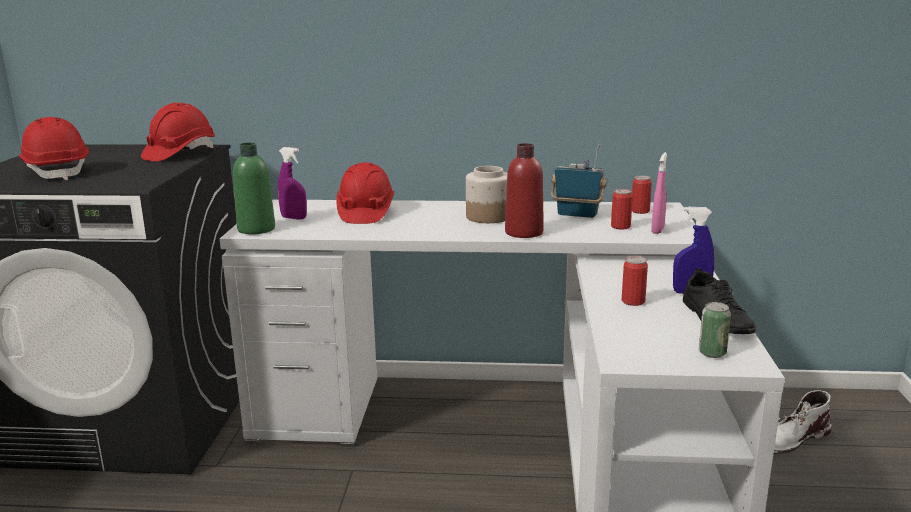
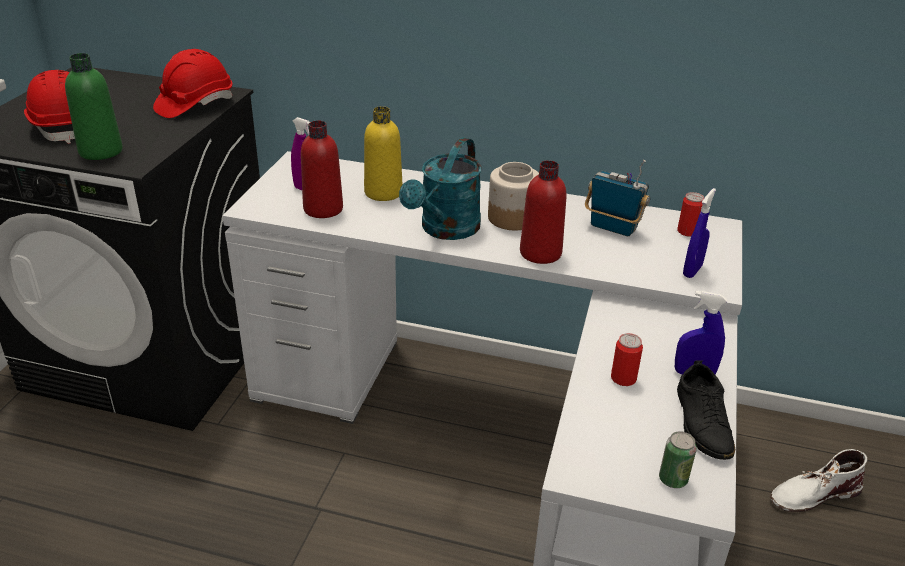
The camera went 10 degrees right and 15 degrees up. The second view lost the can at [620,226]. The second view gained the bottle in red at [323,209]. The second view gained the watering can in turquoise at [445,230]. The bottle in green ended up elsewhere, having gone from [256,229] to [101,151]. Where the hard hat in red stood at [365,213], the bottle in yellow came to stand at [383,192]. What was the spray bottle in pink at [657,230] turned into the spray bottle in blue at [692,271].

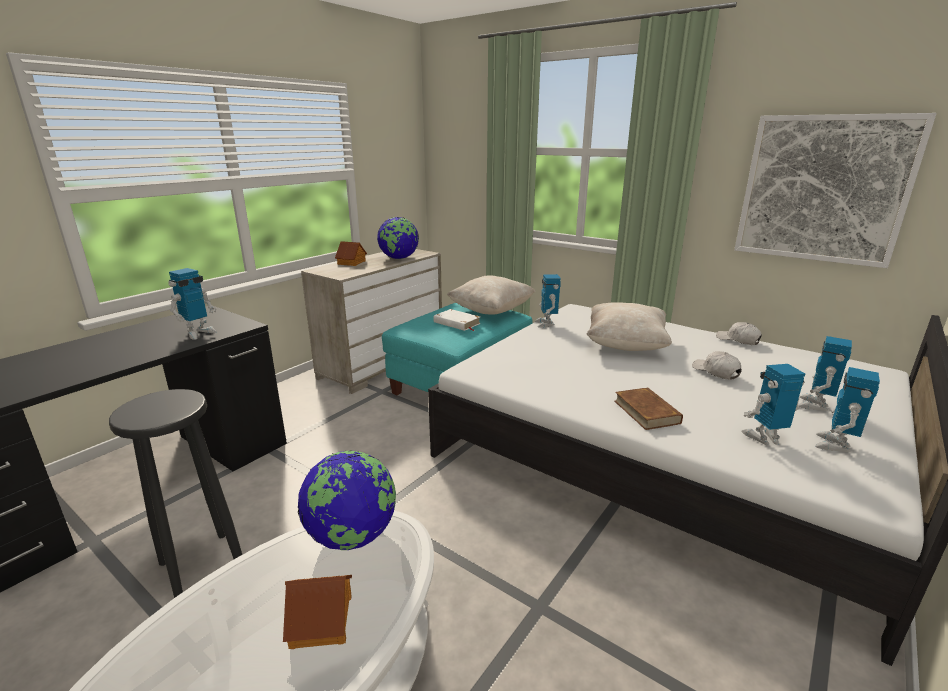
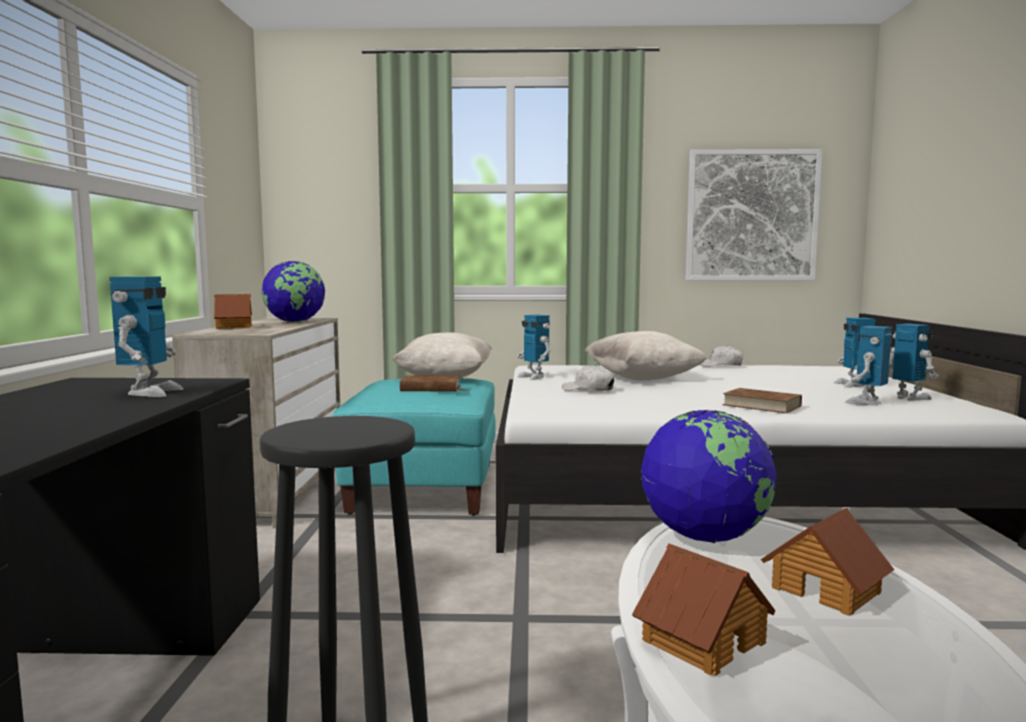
The camera went 35 degrees left and 15 degrees down. The second view gained the toy house at [702,640]. The cap in white ended up elsewhere, having gone from [715,372] to [588,390]. What was the book in white at [457,323] turned into the book in brown at [431,388]. The toy robot at [835,445] ended up facing another way, 150 degrees clockwise from before.

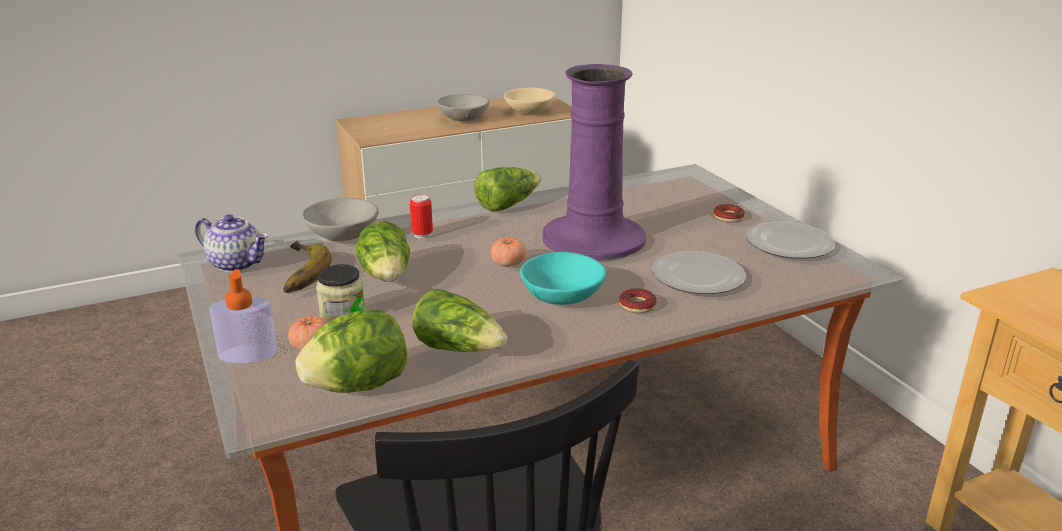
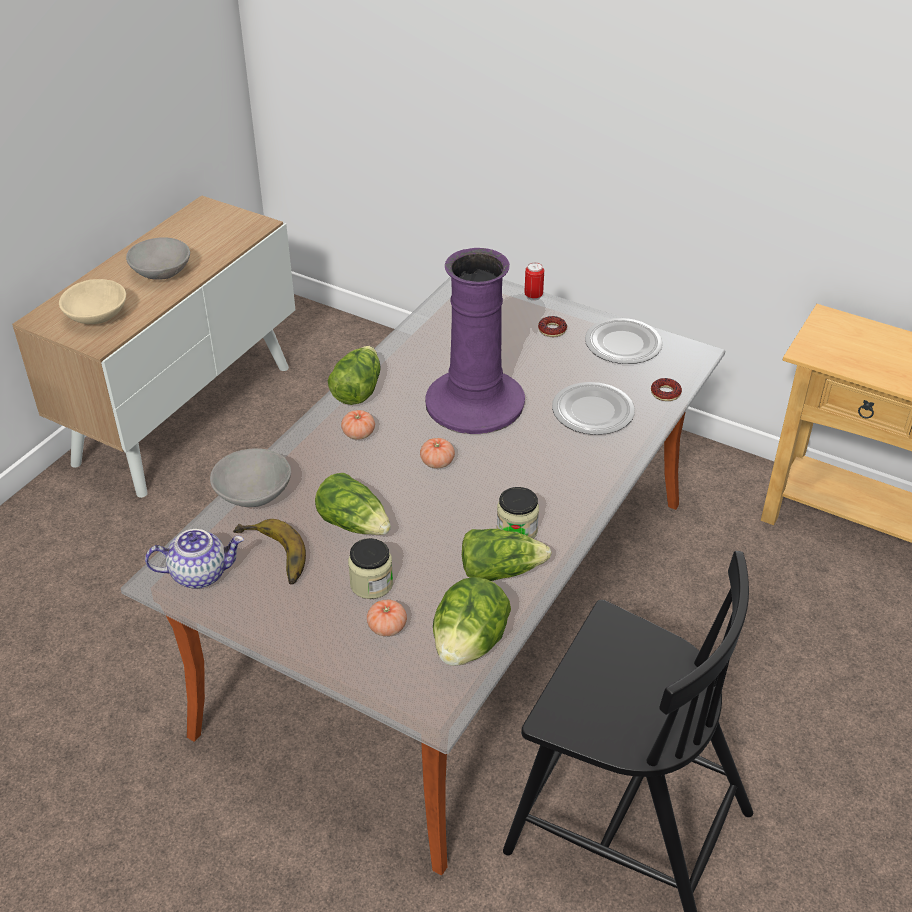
The camera went 35 degrees left and 15 degrees up. The second view lost the soap dispenser at [248,354]. The second view lost the bowl in turquoise at [561,297]. The second view gained the tomato at [358,434]. The second view gained the jar at [517,530]. The can ended up elsewhere, having gone from [422,234] to [533,296]. The bowl in beige ended up elsewhere, having gone from [530,112] to [97,316]. The donut ended up elsewhere, having gone from [637,305] to [665,393].

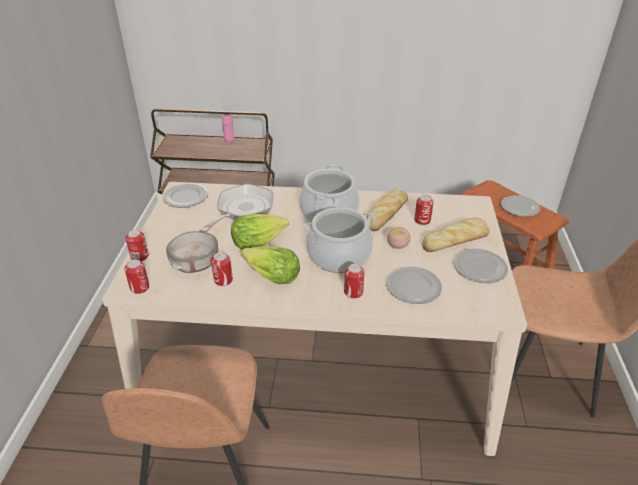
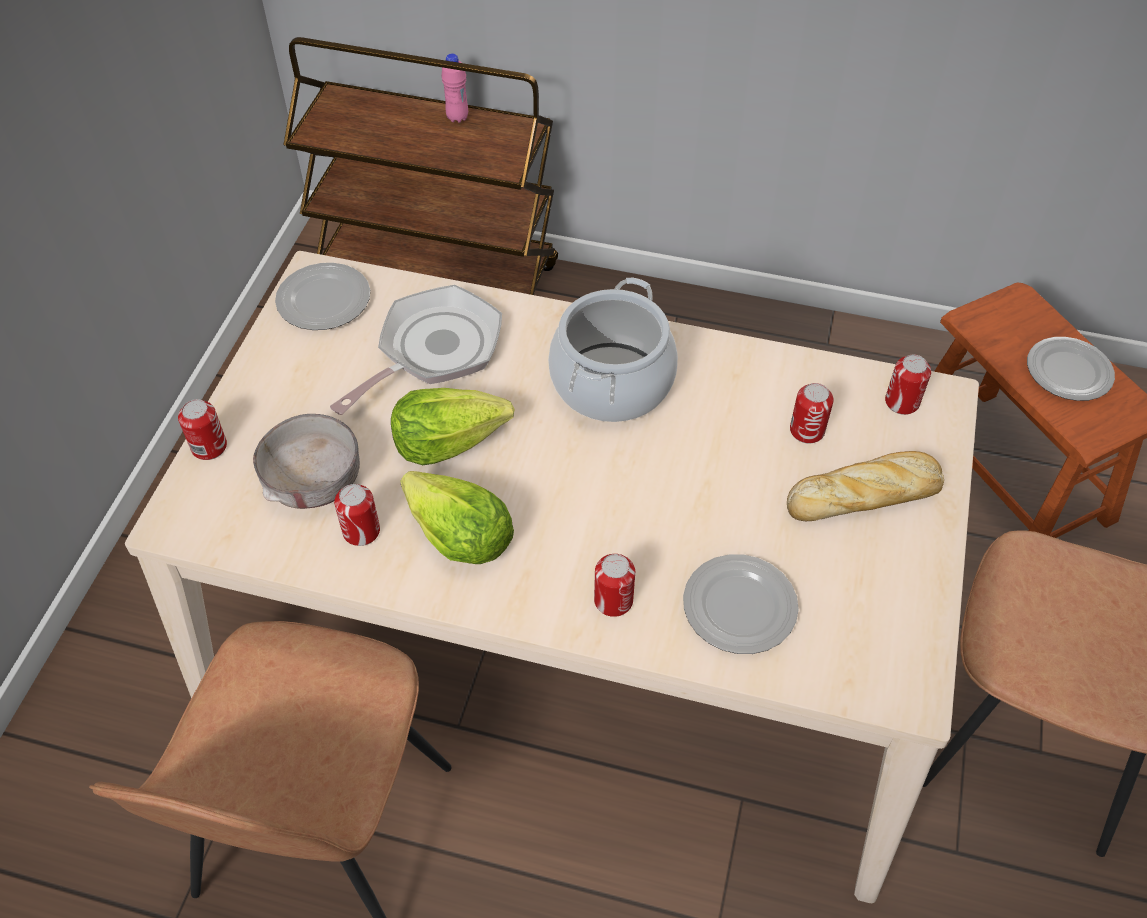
The camera went 10 degrees right and 15 degrees up. The second view lost the cooking pot at [338,256]. The second view lost the bread at [386,214]. The second view lost the tomato at [398,246]. The second view lost the plate at [479,268]. The can ended up elsewhere, having gone from [139,287] to [902,402].

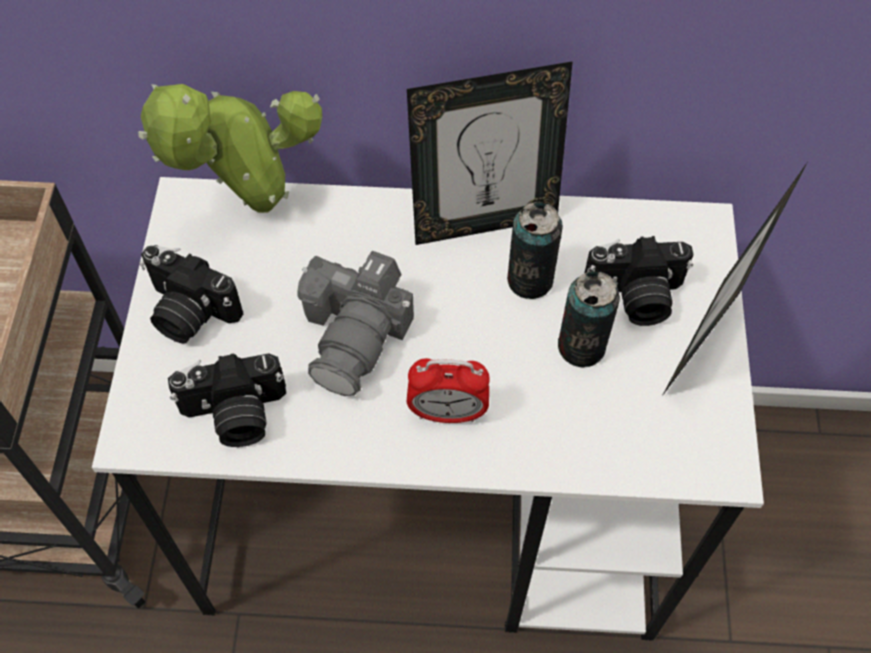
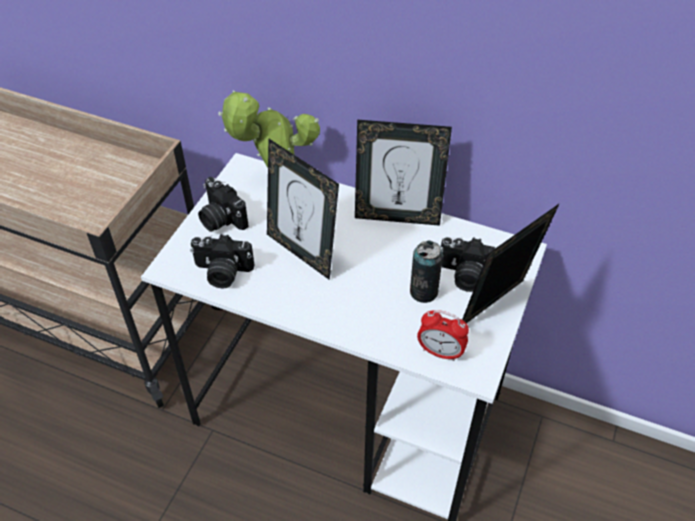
The camera went 20 degrees right and 10 degrees down. The second view lost the can at [530,280]. The alarm clock ended up elsewhere, having gone from [447,413] to [440,352]. Where the photo camera stood at [356,334], the picture frame came to stand at [302,252].

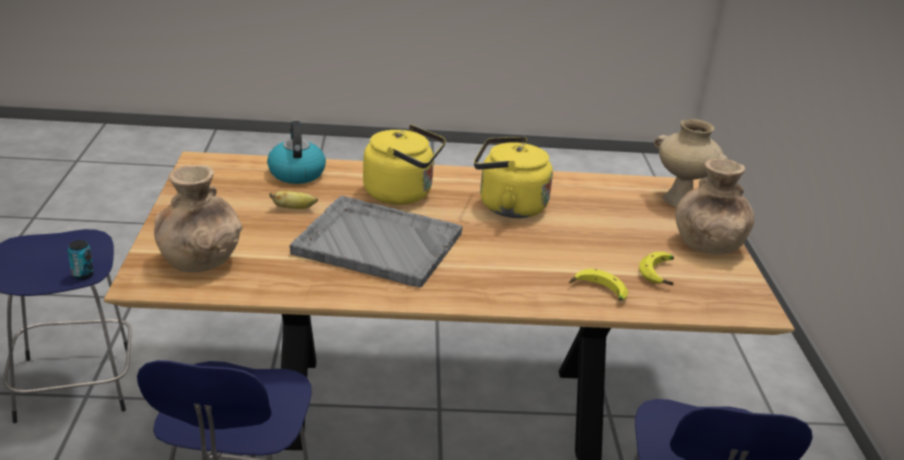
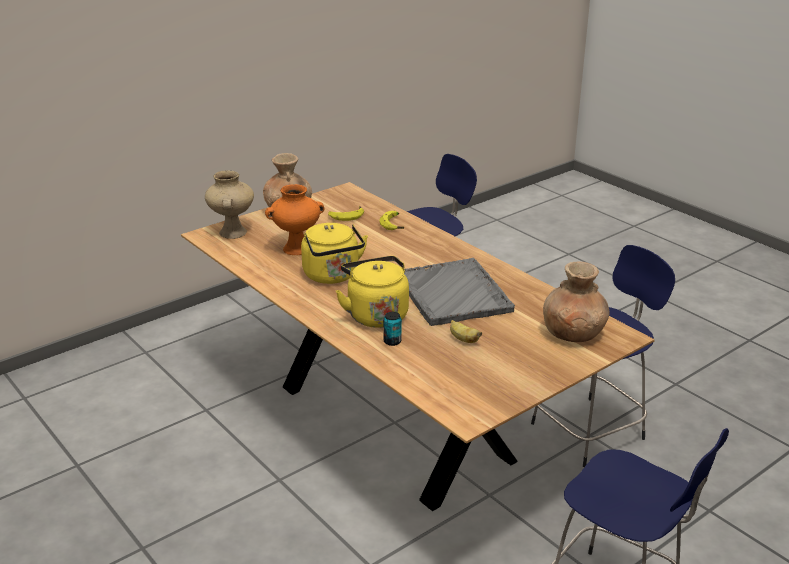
The camera went 125 degrees left and 0 degrees up. The second view lost the kettle at [296,173]. The second view gained the vase in orange at [297,248]. The can ended up elsewhere, having gone from [82,275] to [392,341].

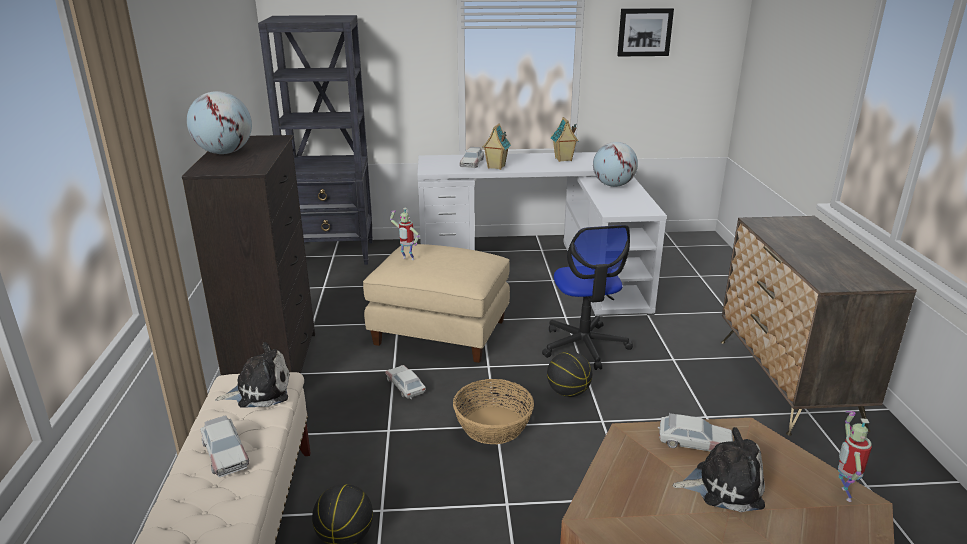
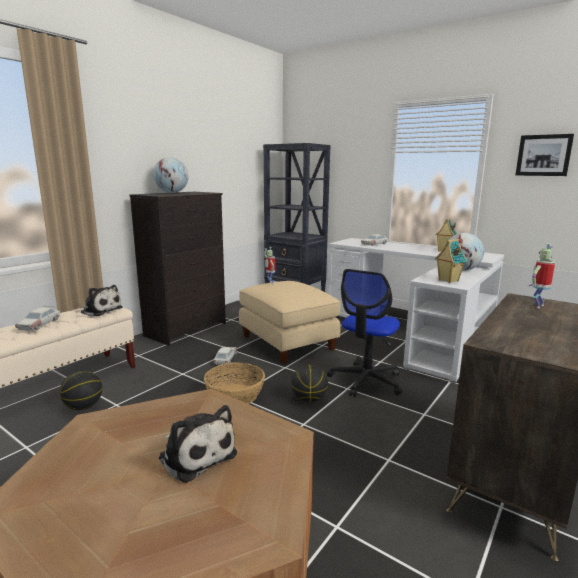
The camera went 40 degrees right and 10 degrees down. The second view lost the toy car at [693,442]. The toy house ended up elsewhere, having gone from [495,167] to [448,280]. The toy robot ended up elsewhere, having gone from [842,493] to [537,306].

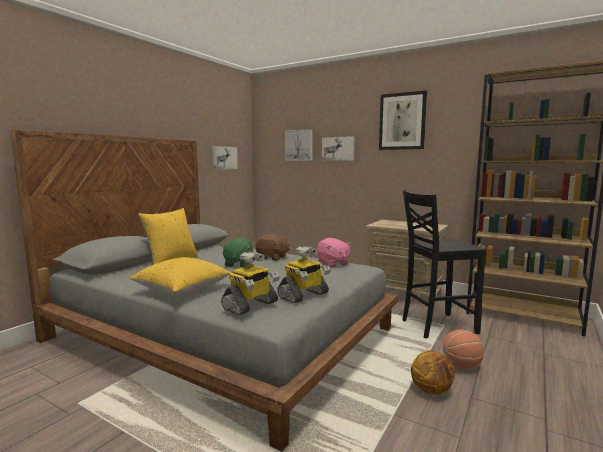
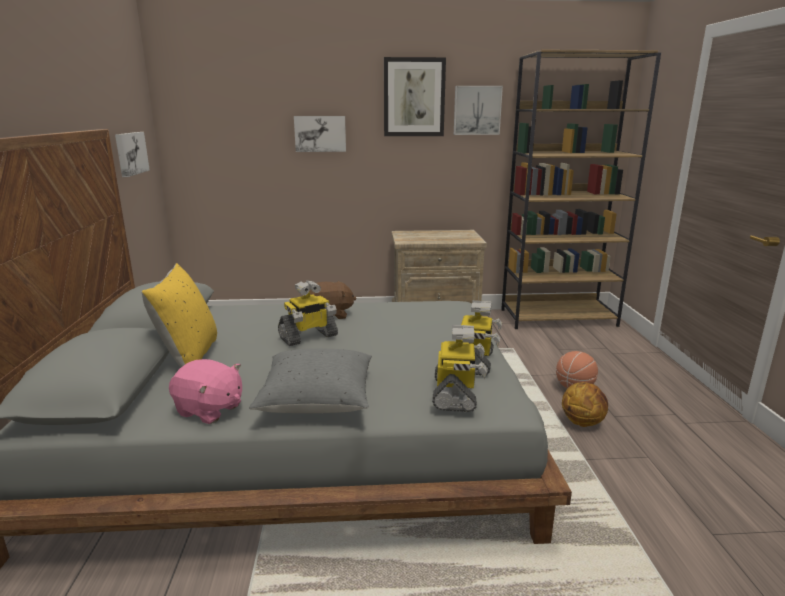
The camera went 35 degrees left and 10 degrees up. The second view lost the chair in black at [436,326]. The picture ended up elsewhere, having gone from [299,145] to [477,110]. The plush toy in pink ended up elsewhere, having gone from [333,263] to [209,410]. Where the plush toy in green stood at [238,264], the toy robot came to stand at [308,337]. What was the pillow in yellow at [182,290] turned into the pillow in grey at [317,400].

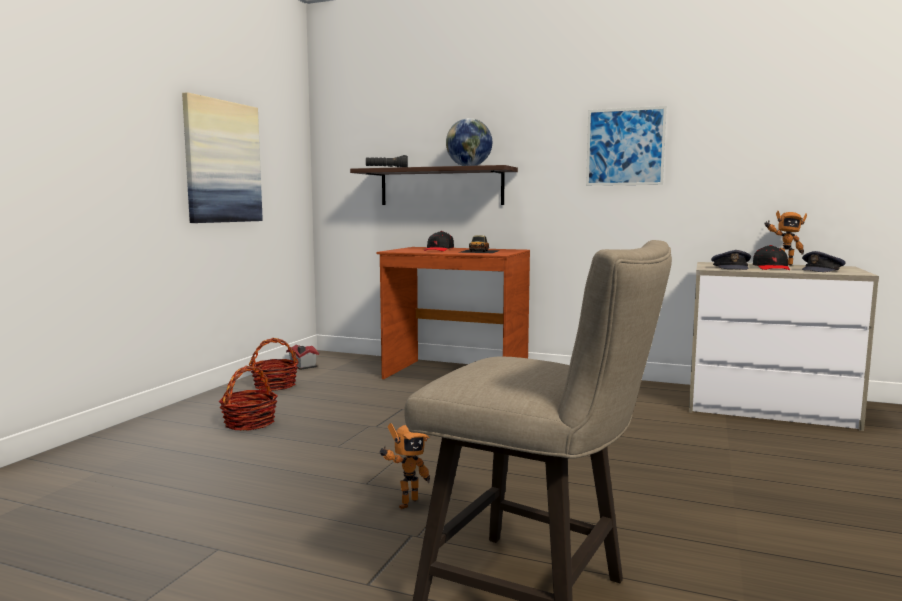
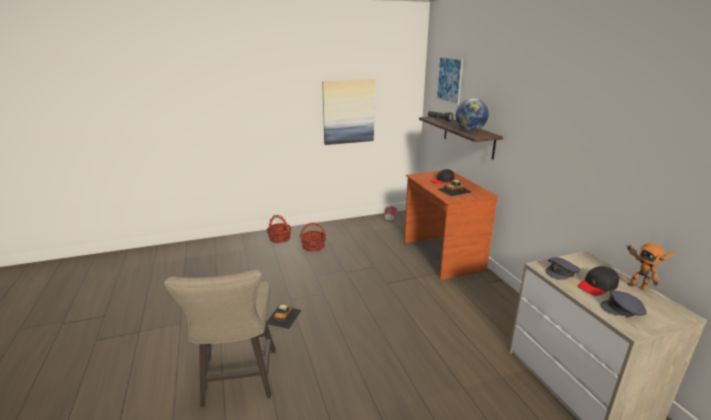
The camera went 50 degrees right and 15 degrees up. The basket ended up elsewhere, having gone from [275,385] to [280,238]. The picture ended up elsewhere, having gone from [625,147] to [449,80]. Where the toy robot stood at [405,503], the toy car came to stand at [284,316].

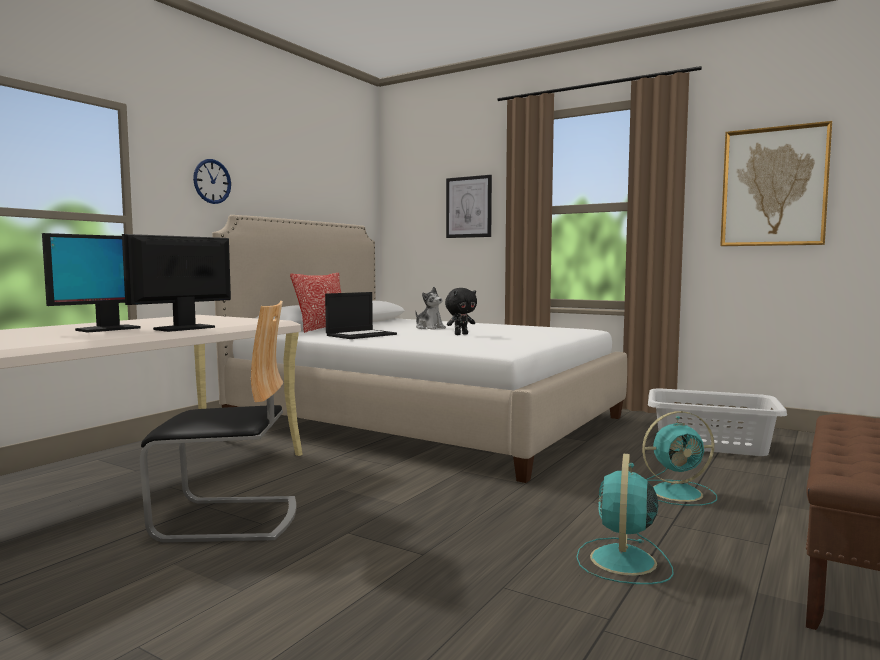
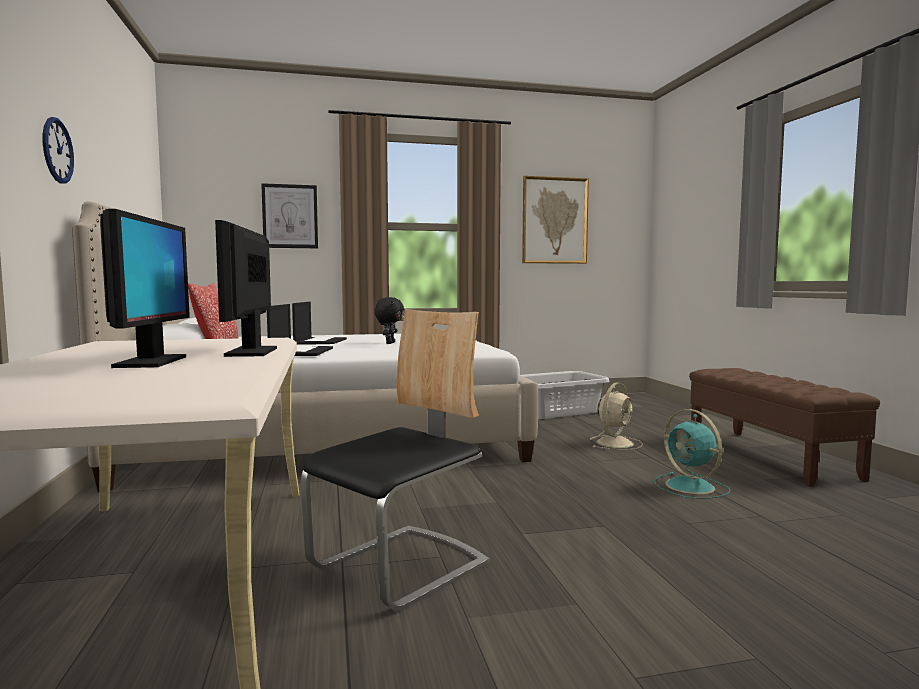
The camera went 45 degrees left and 0 degrees up. Where the plush toy stood at [429,328], the laptop came to stand at [320,341]. What was the fan in turquoise at [678,492] turned into the fan in beige at [615,443].

